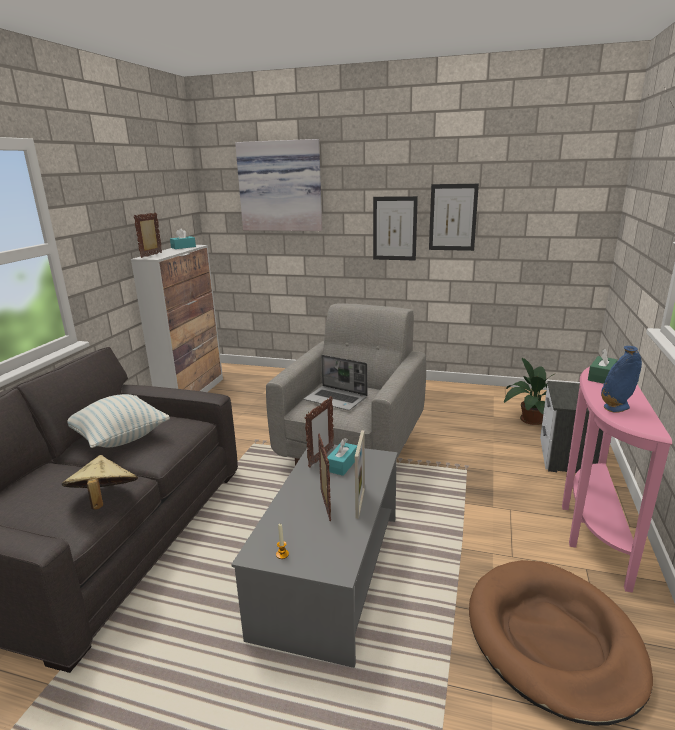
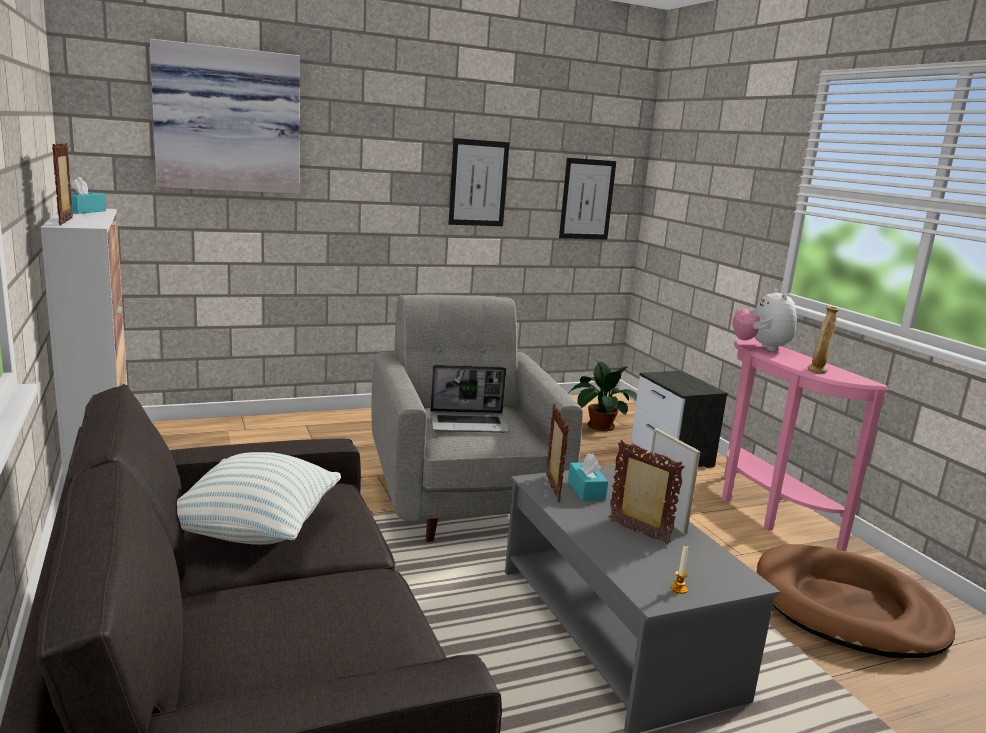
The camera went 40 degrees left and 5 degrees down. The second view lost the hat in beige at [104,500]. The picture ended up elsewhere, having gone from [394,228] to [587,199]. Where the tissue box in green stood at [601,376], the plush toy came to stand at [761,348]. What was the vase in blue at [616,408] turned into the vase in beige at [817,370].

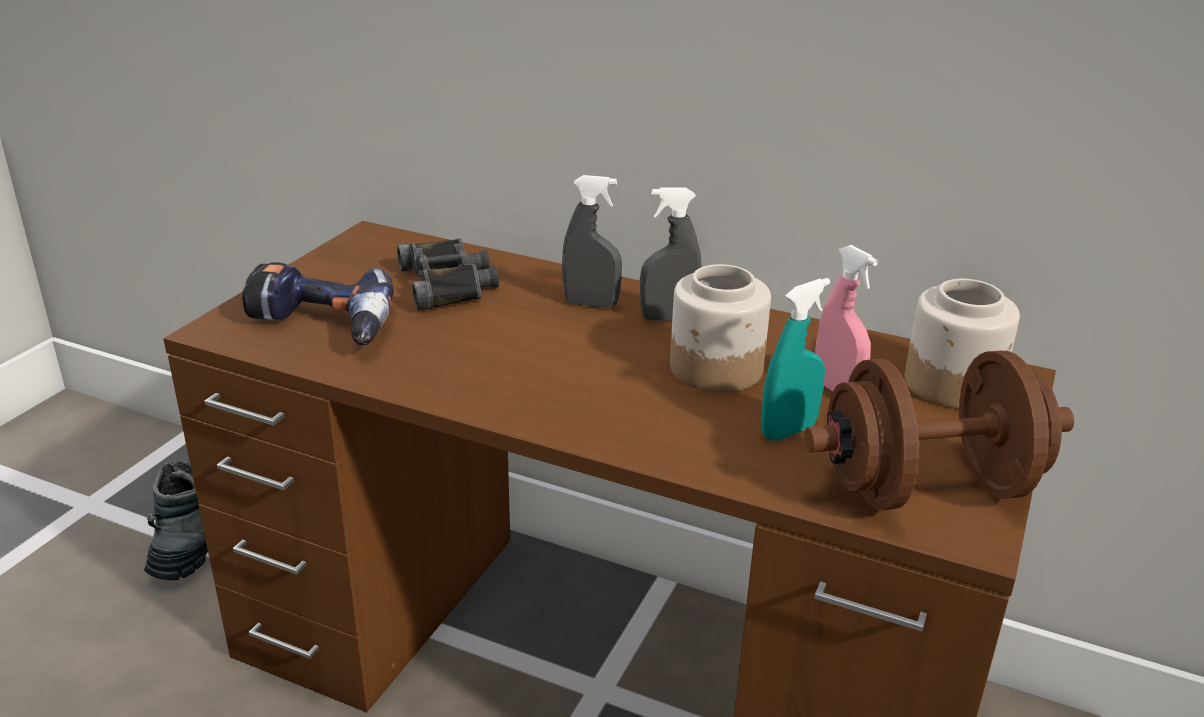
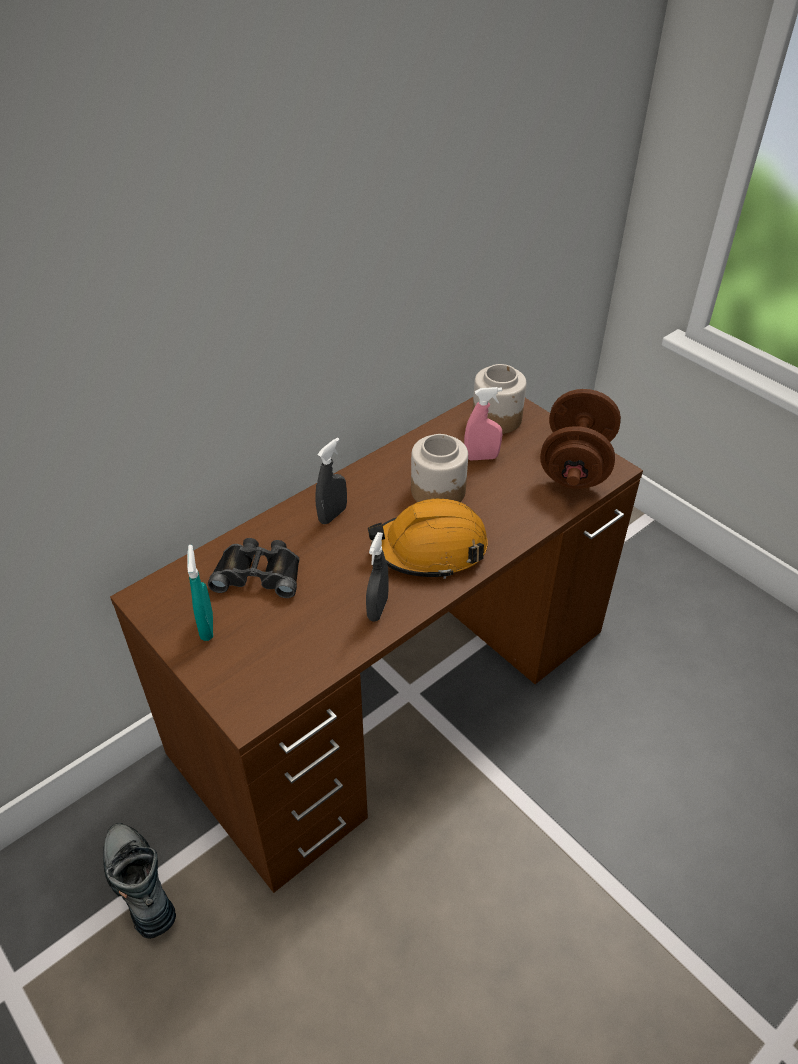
The camera went 65 degrees left and 15 degrees up. The second view lost the power drill at [320,328]. The second view gained the hard hat in orange at [430,549]. The spray bottle in grey ended up elsewhere, having gone from [668,318] to [377,608]. The spray bottle in turquoise ended up elsewhere, having gone from [788,431] to [207,627].

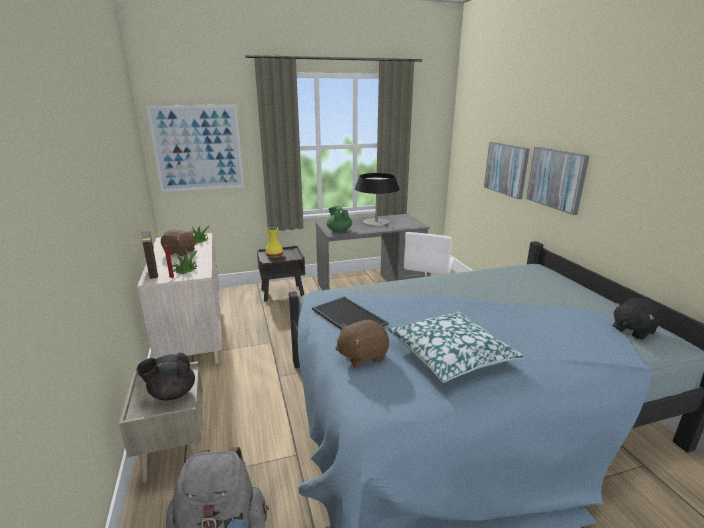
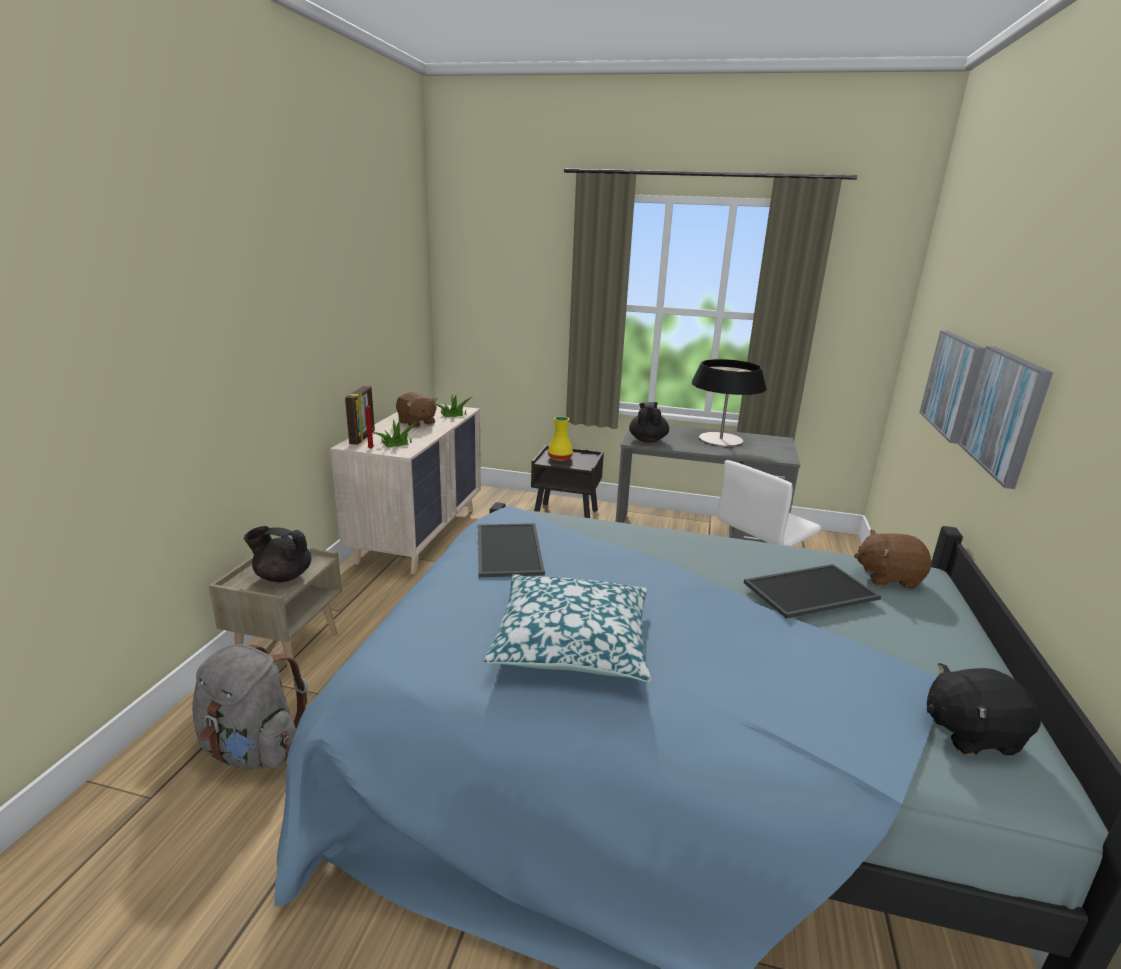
The camera went 30 degrees right and 0 degrees up. The second view lost the picture at [198,148]. The second view gained the tray at [811,592]. The plush toy in brown ended up elsewhere, having gone from [362,356] to [888,577]. What was the teapot in green at [339,231] turned into the teapot in black at [647,440].

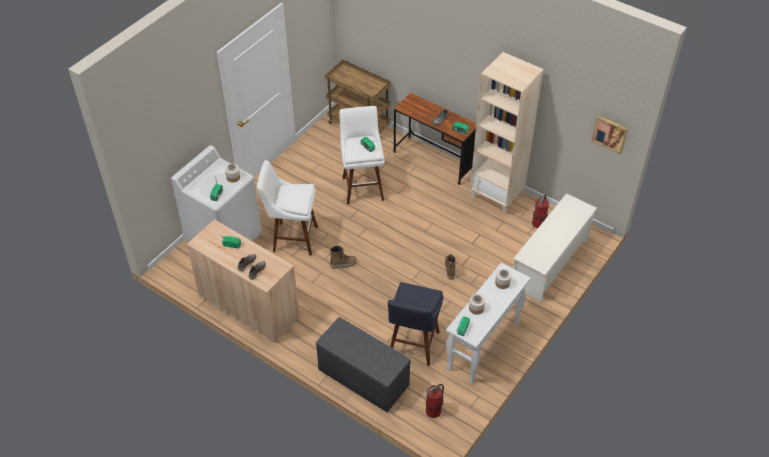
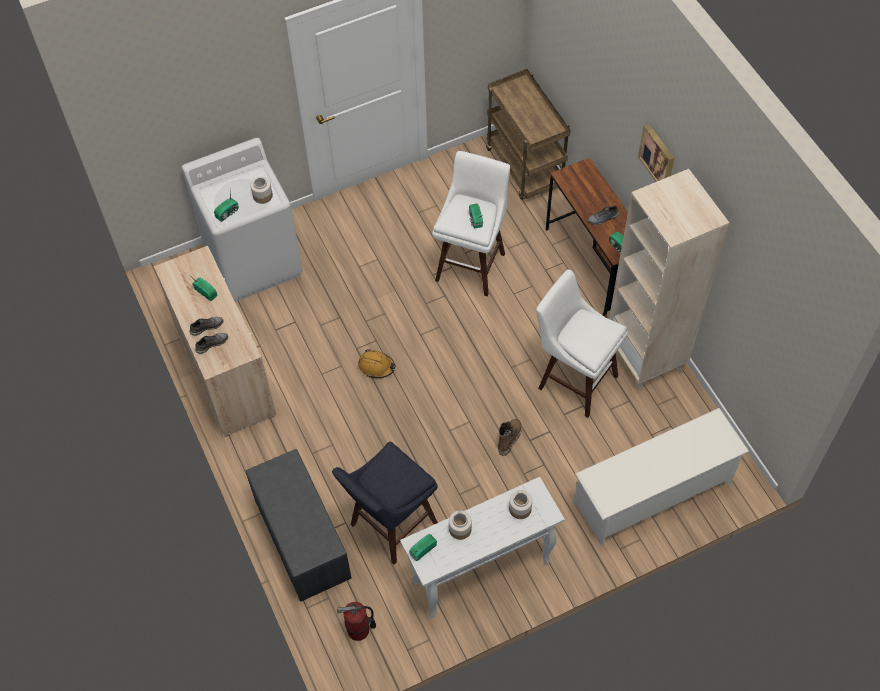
The camera went 30 degrees right and 10 degrees up. The second view lost the fire extinguisher at [538,223]. The stool in white ended up elsewhere, having gone from [291,238] to [573,379]. The picture ended up elsewhere, having gone from [610,133] to [658,156]. Where the boot stood at [343,264], the hard hat in orange came to stand at [376,366].

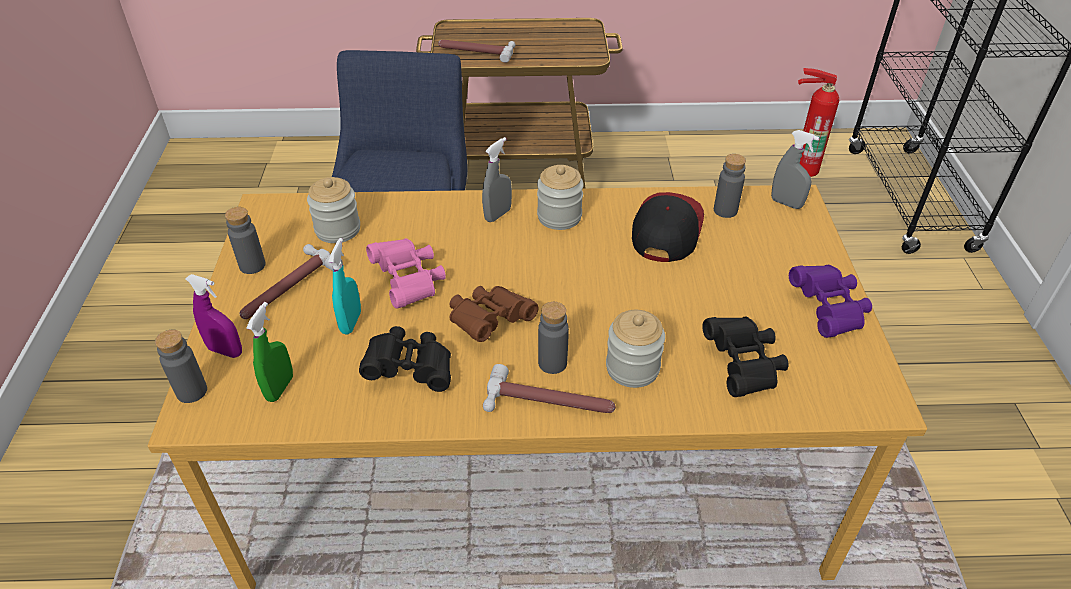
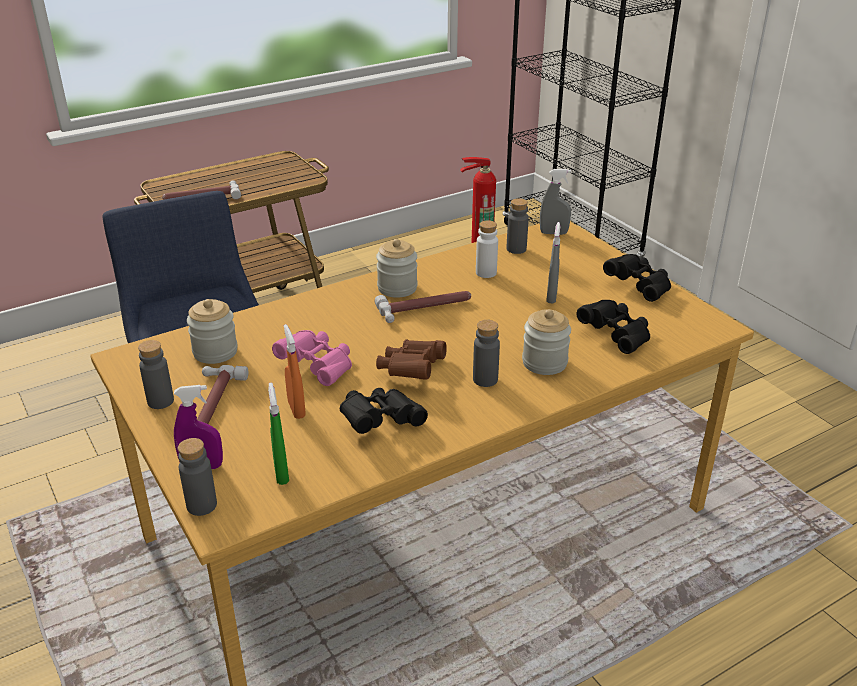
The camera went 30 degrees left and 10 degrees down. The spray bottle in grey ended up elsewhere, having gone from [498,215] to [551,297]. The hammer ended up elsewhere, having gone from [550,403] to [426,308]. Where the cap stood at [666,229], the bottle in white came to stand at [486,273]. What was the spray bottle in turquoise at [351,322] turned into the spray bottle in orange at [296,409]. What was the binoculars in purple at [828,310] turned into the binoculars in black at [639,287].

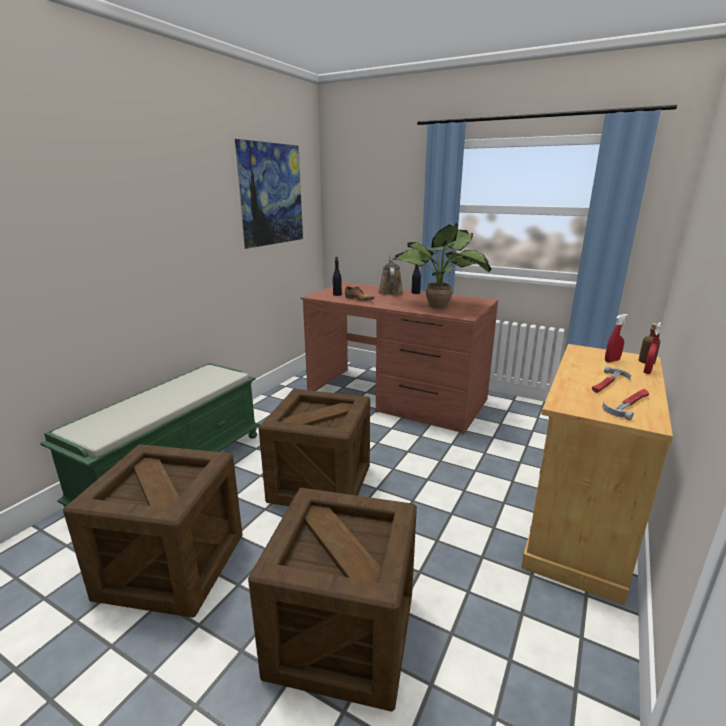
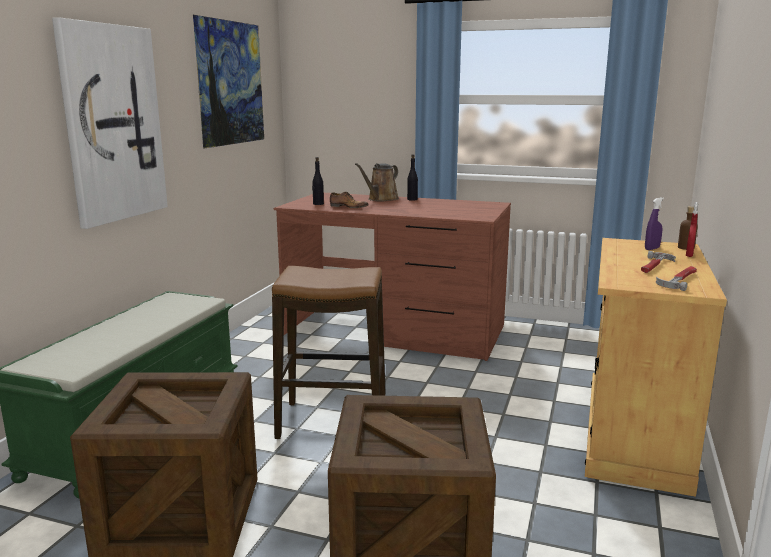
The camera went 10 degrees left and 5 degrees down. The second view lost the potted plant at [439,305]. The second view gained the picture at [112,124]. Where the crate stood at [320,483], the stool came to stand at [333,422]. What was the spray bottle in red at [612,360] turned into the spray bottle in purple at [652,249]. The watering can in brown at [390,292] ended up facing another way, 135 degrees counterclockwise from before.

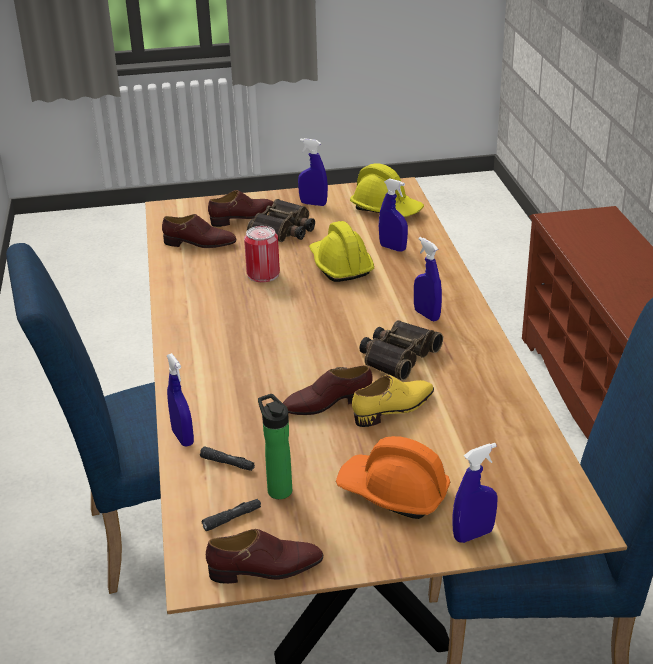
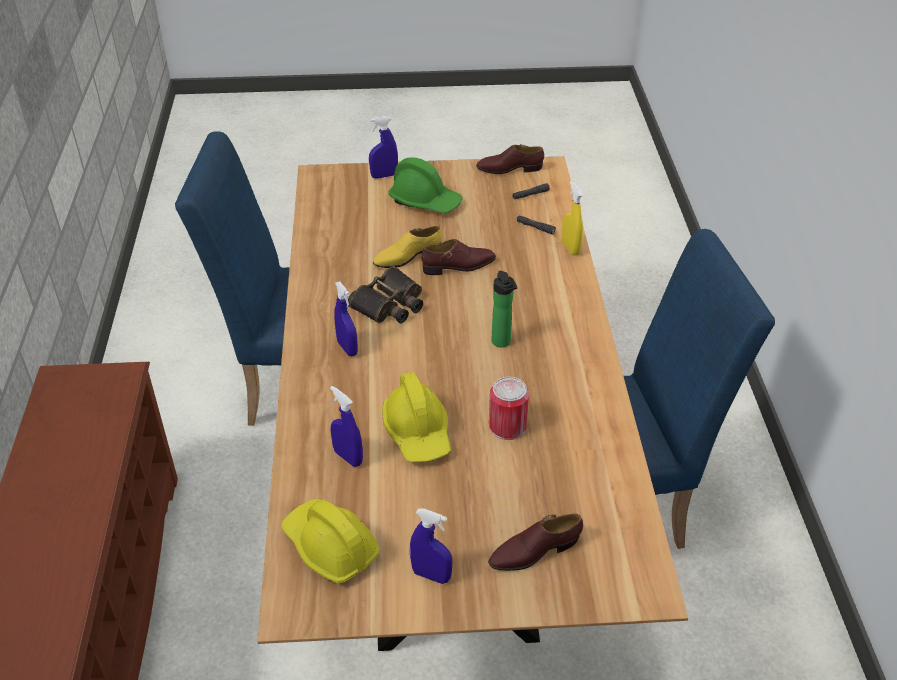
The camera went 175 degrees left and 10 degrees up. The second view lost the shoe in brown at [199,243]. The second view lost the binoculars at [284,230]. The bottle ended up elsewhere, having gone from [278,489] to [502,343]. What was the spray bottle in blue at [183,438] turned into the spray bottle in yellow at [570,248]. What was the hard hat in orange at [393,493] turned into the hard hat in green at [425,201].

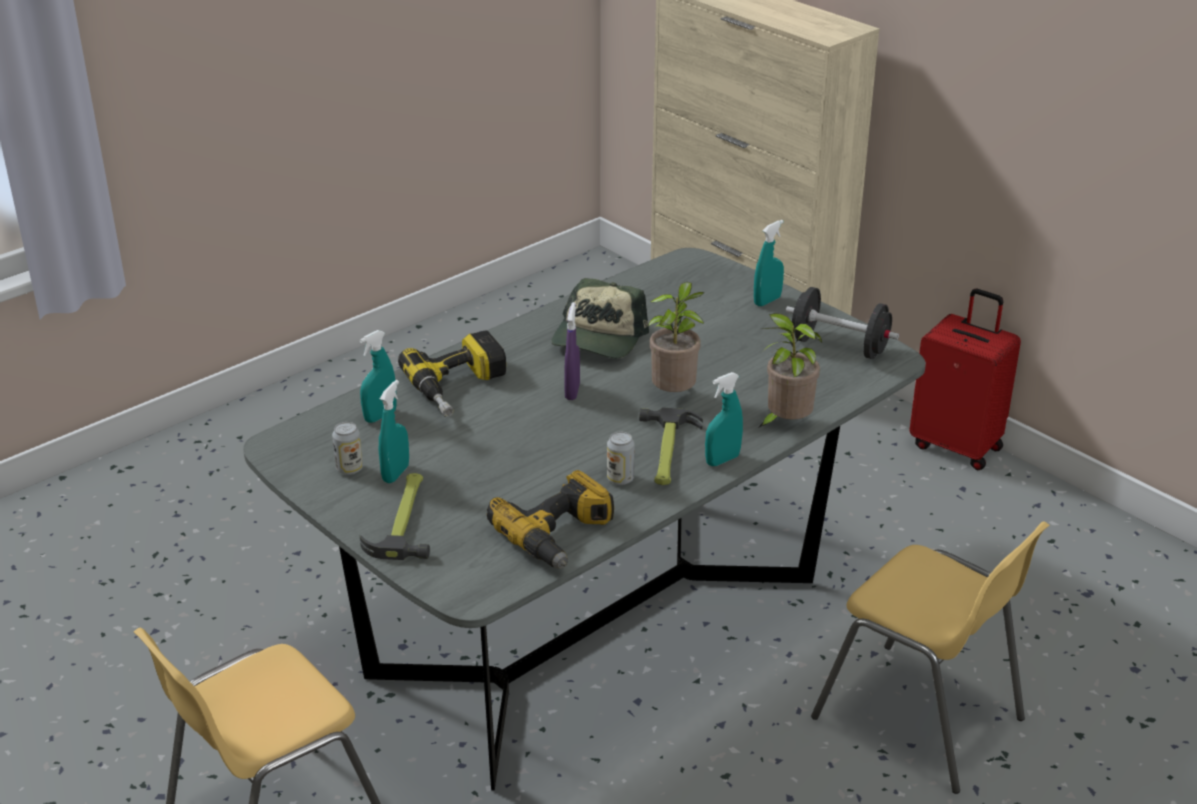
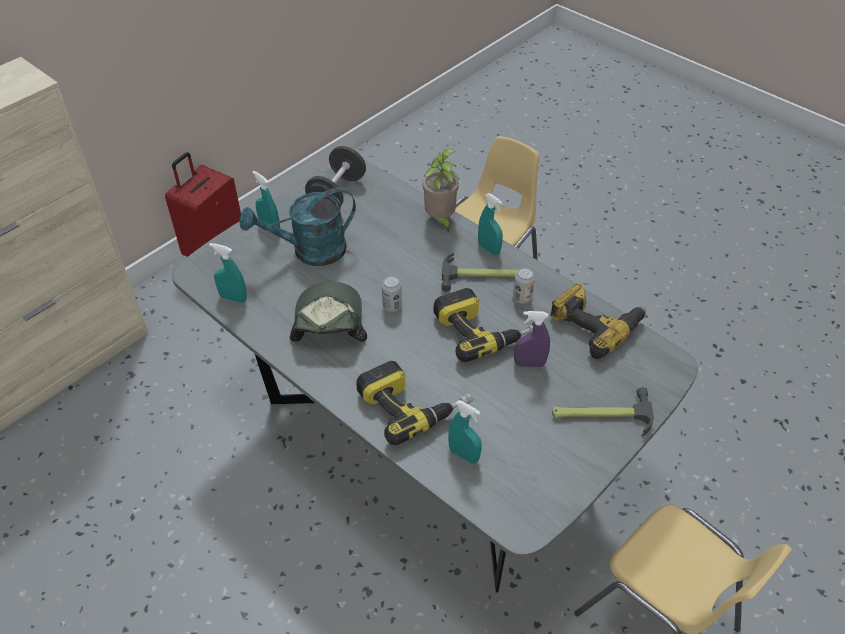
The camera went 95 degrees left and 15 degrees up. The second view lost the potted plant at [675,395]. The second view gained the watering can in turquoise at [310,252]. The second view gained the power drill at [484,329]. The can ended up elsewhere, having gone from [349,469] to [392,306]. The spray bottle in turquoise ended up elsewhere, having gone from [396,474] to [233,298]. The spray bottle in purple ended up elsewhere, having gone from [572,391] to [529,364]. The cap at [598,338] ended up facing another way, 105 degrees counterclockwise from before.

